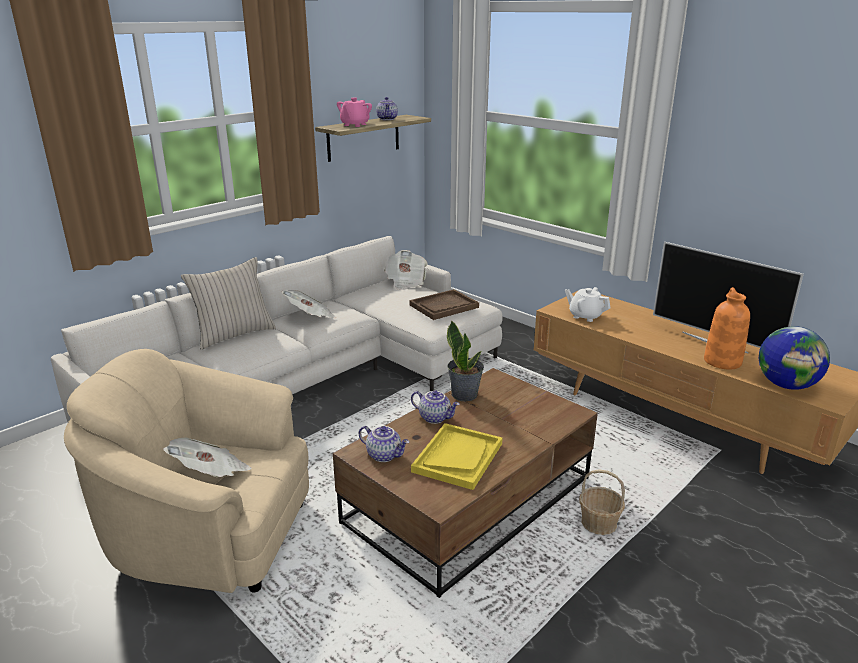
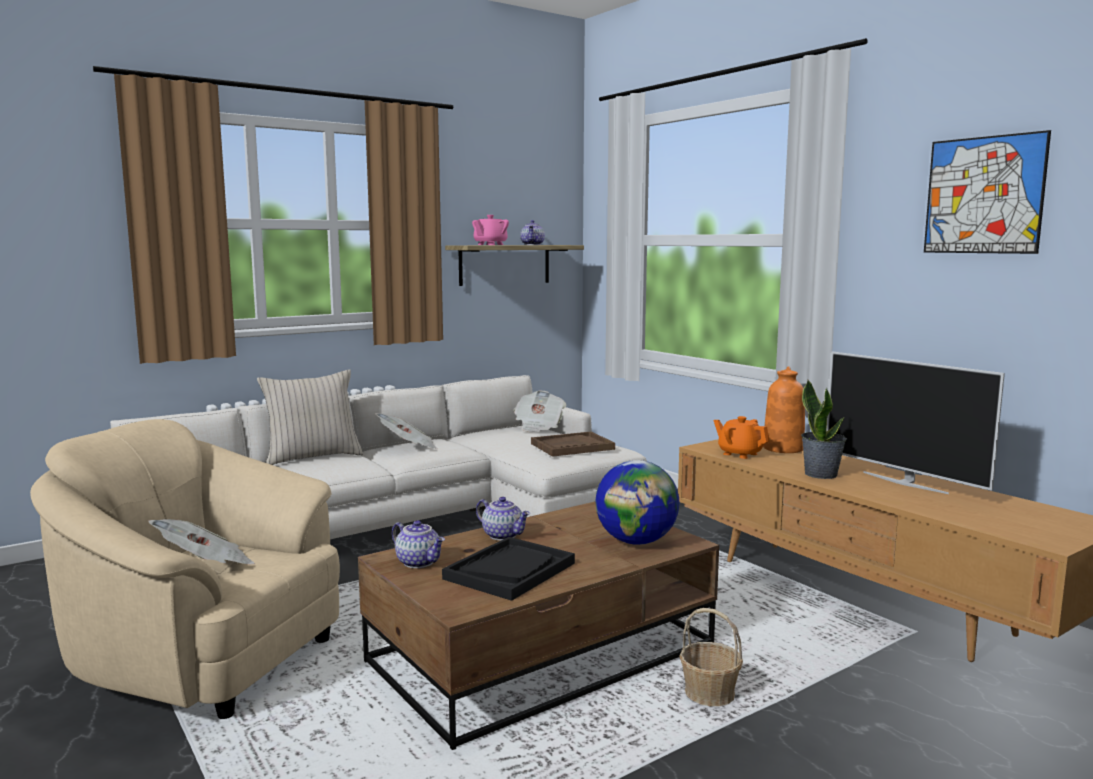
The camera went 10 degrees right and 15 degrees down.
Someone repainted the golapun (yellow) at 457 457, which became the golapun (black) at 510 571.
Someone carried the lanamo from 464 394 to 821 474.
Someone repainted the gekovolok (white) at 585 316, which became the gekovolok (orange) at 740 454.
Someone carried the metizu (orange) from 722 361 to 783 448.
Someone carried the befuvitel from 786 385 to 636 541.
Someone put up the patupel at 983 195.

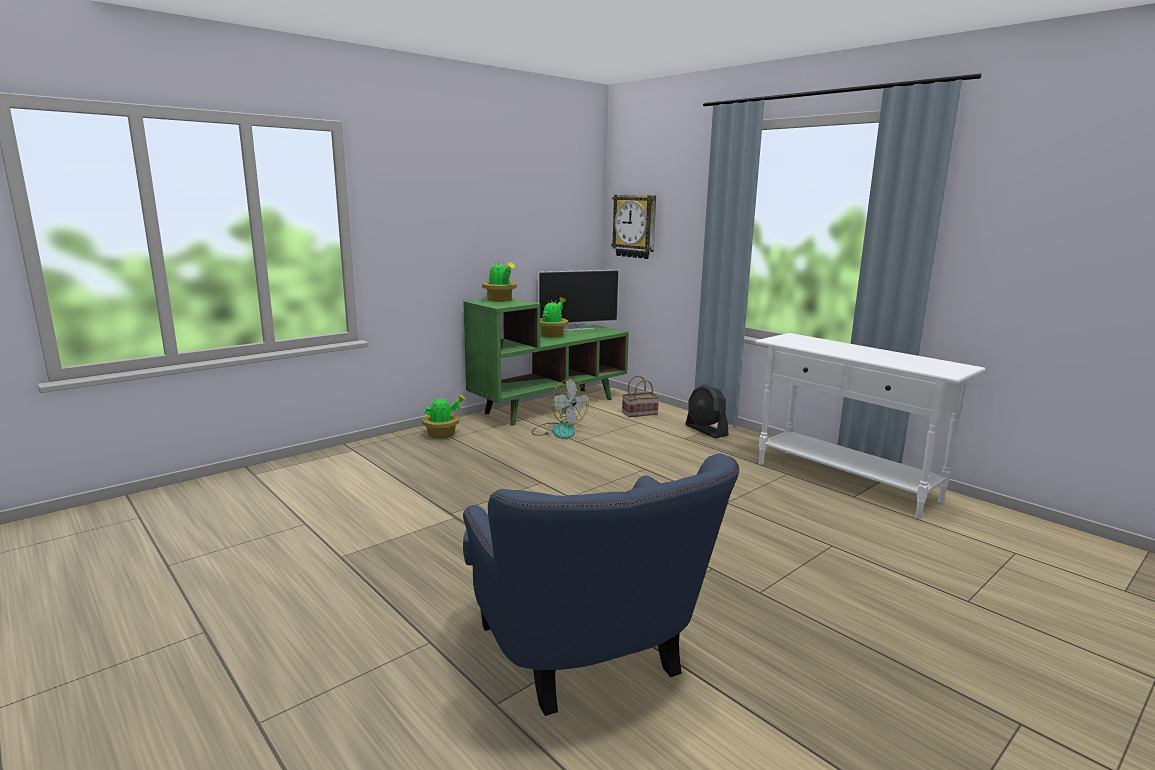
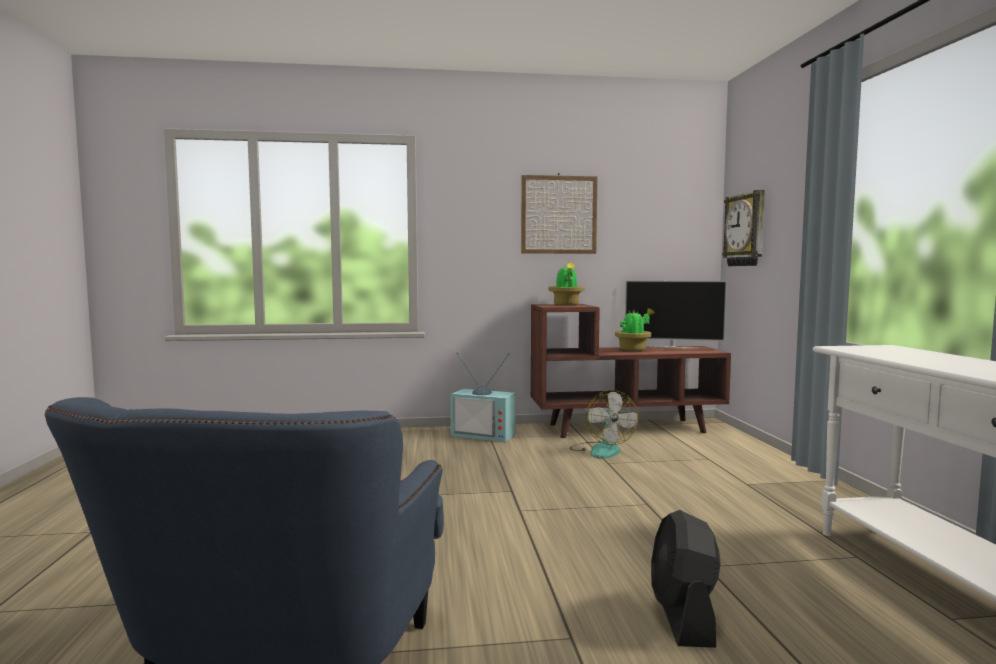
The camera went 35 degrees right and 10 degrees down.
Someone swapped the lanamo at 443 435 for the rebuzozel at 485 434.
Someone repainted the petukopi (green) at 550 405, which became the petukopi (brown) at 627 428.
Someone took away the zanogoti at 640 413.
Someone carried the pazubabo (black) from 706 430 to 683 617.
Someone put up the patupel at 559 213.

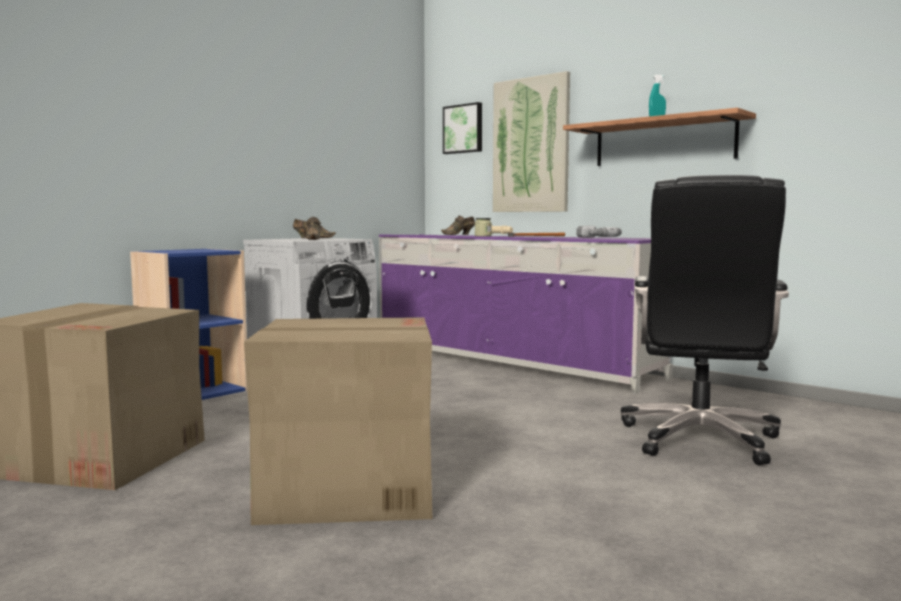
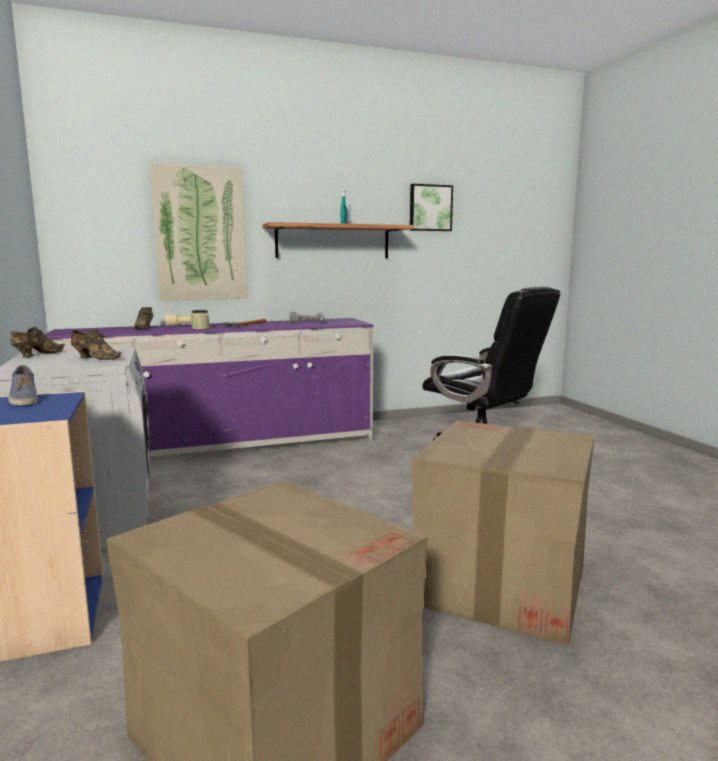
The camera went 60 degrees left and 5 degrees up.
Someone carried the patupel from 463 129 to 430 208.
Someone put down the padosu at 23 399.

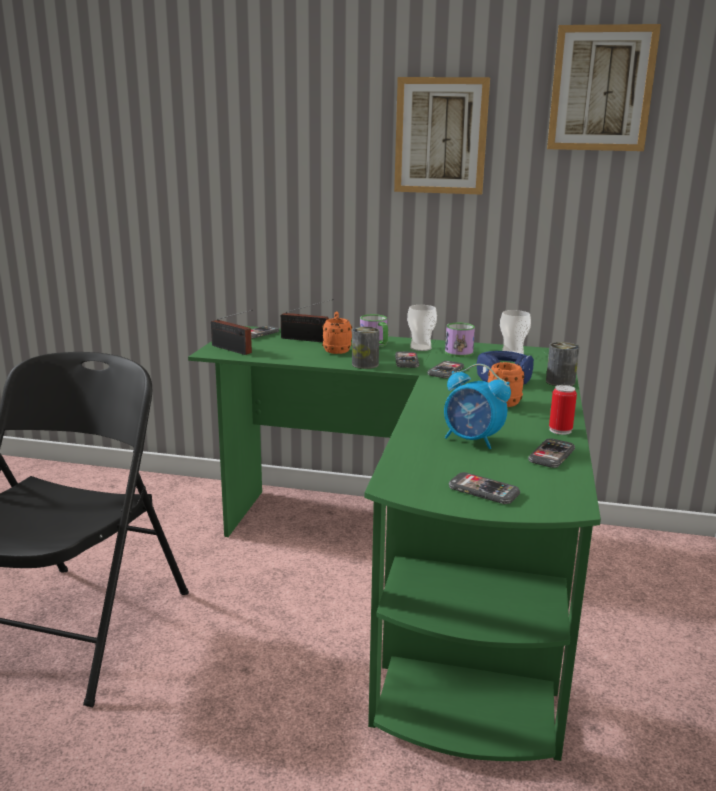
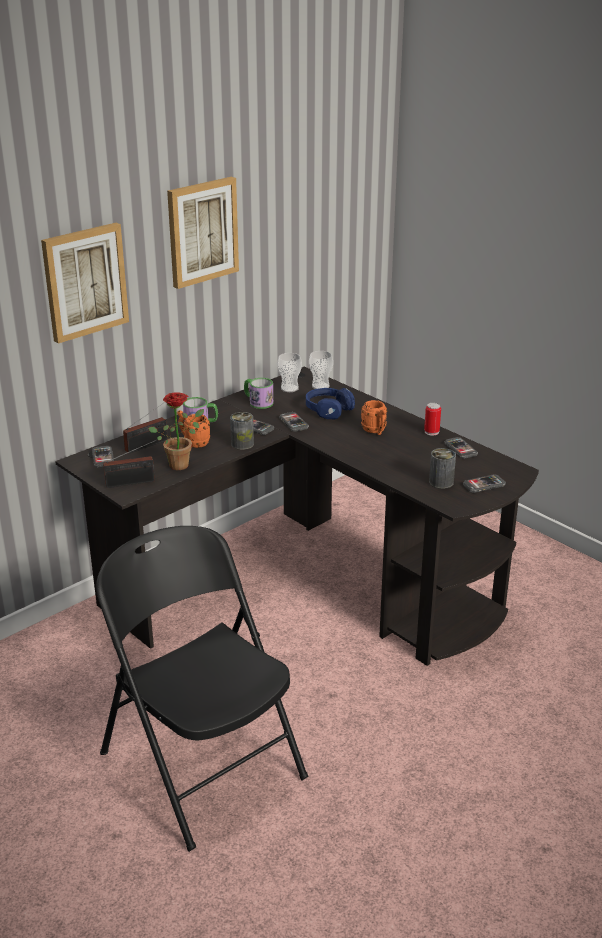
The camera went 55 degrees left and 10 degrees up.
Someone repainted the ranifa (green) at 415 576, which became the ranifa (black) at 304 583.
Someone carried the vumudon from 420 348 to 320 386.
Someone took away the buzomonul at 472 441.
Someone carried the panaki from 560 382 to 441 482.
Someone carried the patupel from 601 89 to 84 281.
Someone put down the lanamo at 181 463.

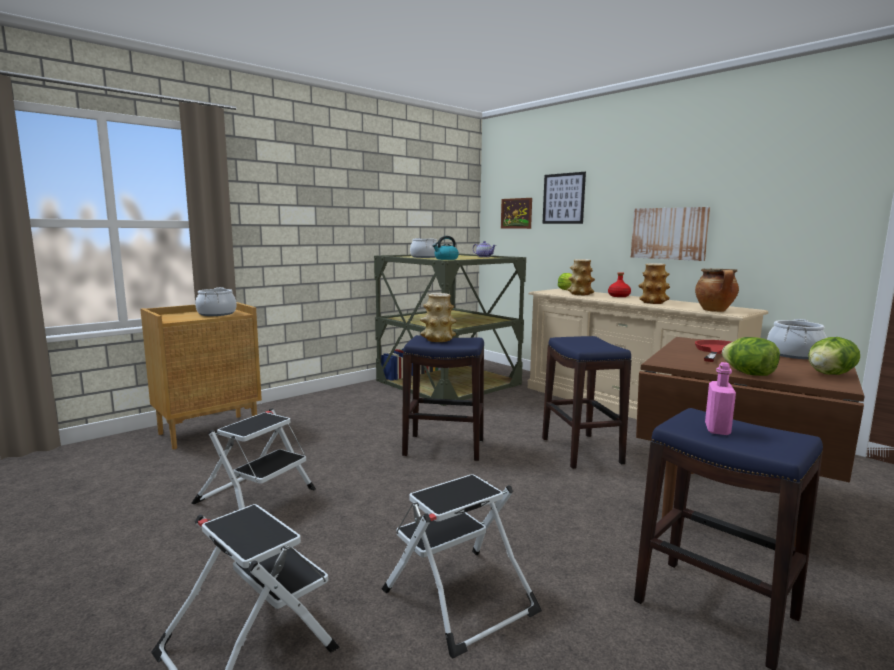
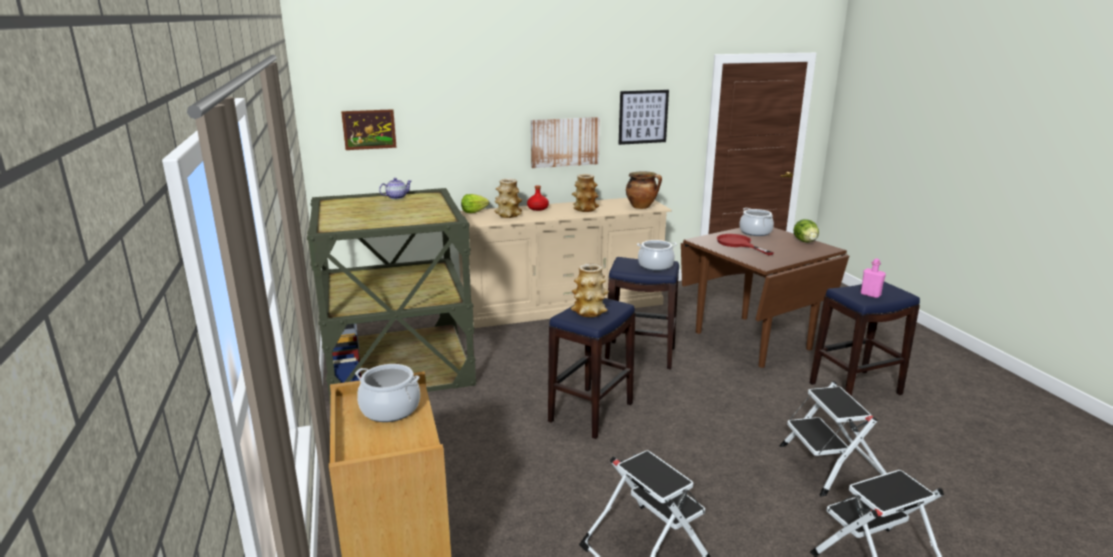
The camera went 65 degrees left and 10 degrees up.
Someone carried the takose from 424 257 to 655 266.
Someone took away the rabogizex at 446 259.
Someone carried the patupel from 563 198 to 643 117.
Someone took away the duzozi at 749 374.

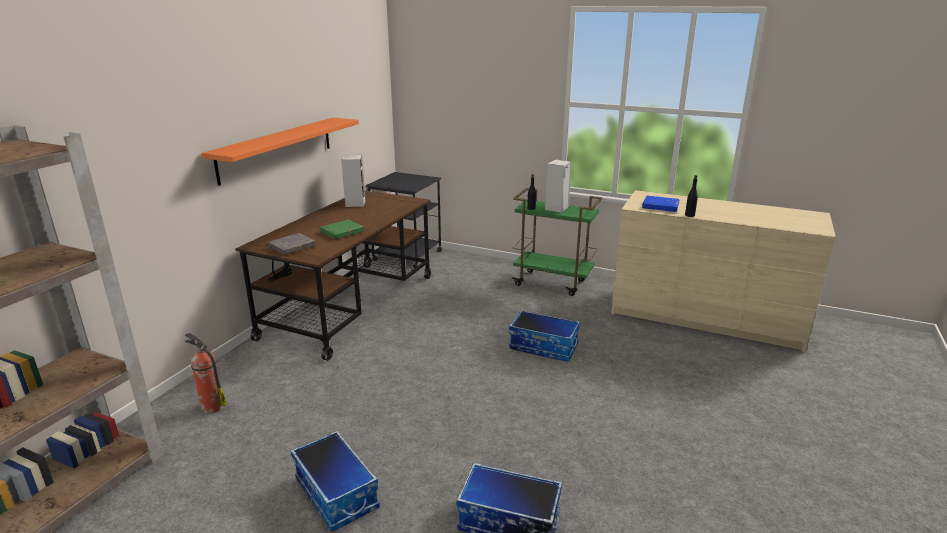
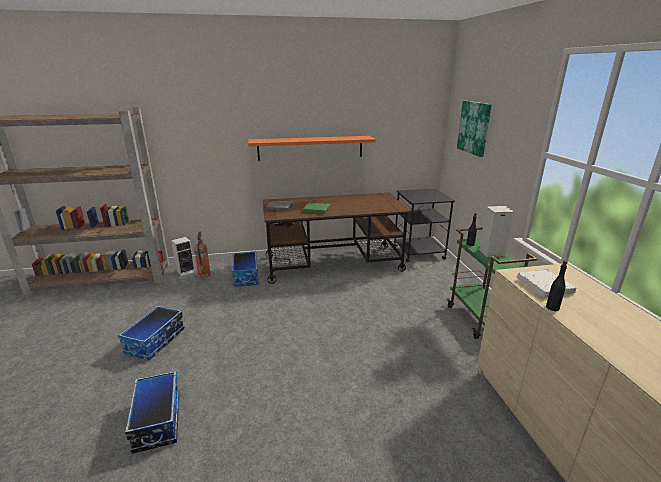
The camera went 55 degrees right and 0 degrees up.
Someone carried the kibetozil from 355 203 to 186 271.
Someone carried the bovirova from 544 347 to 246 276.
Someone repainted the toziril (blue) at 660 206, which became the toziril (white) at 544 286.
Someone put up the patupel at 474 128.

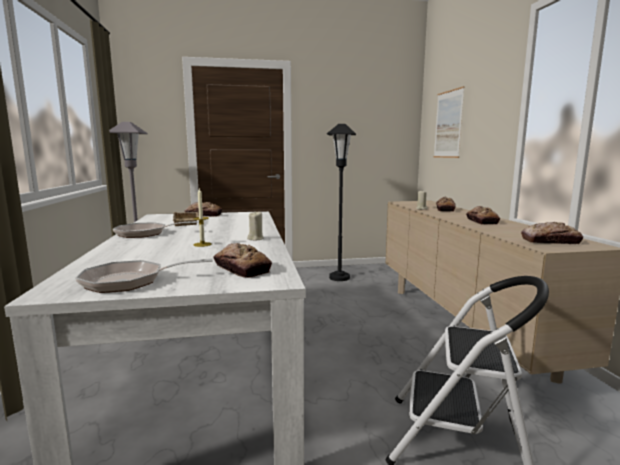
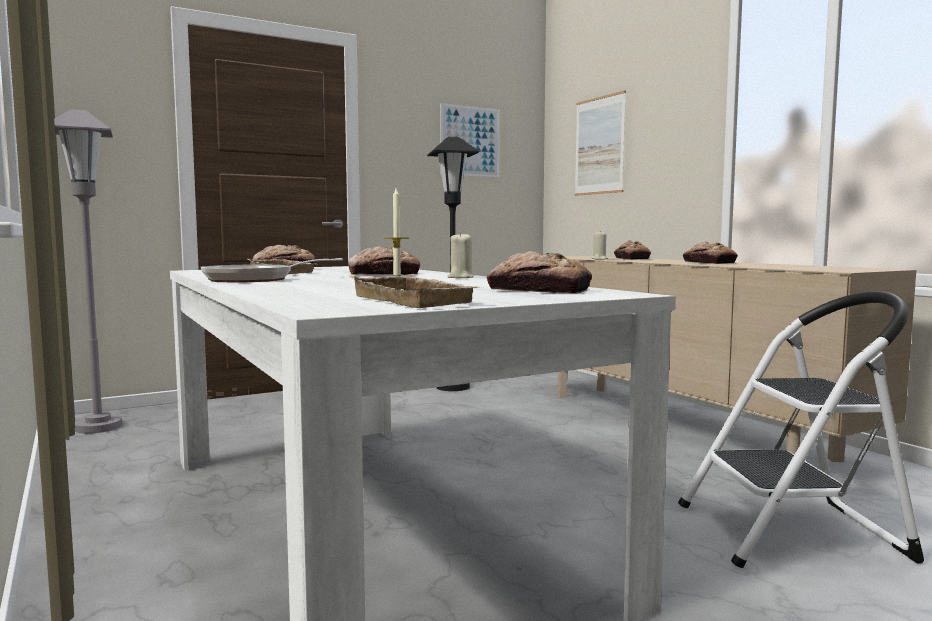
The camera went 20 degrees left and 5 degrees down.
Someone swapped the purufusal at 130 281 for the golapun (beige) at 417 301.
Someone carried the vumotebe from 550 241 to 383 274.
Someone put up the patupel at 470 141.

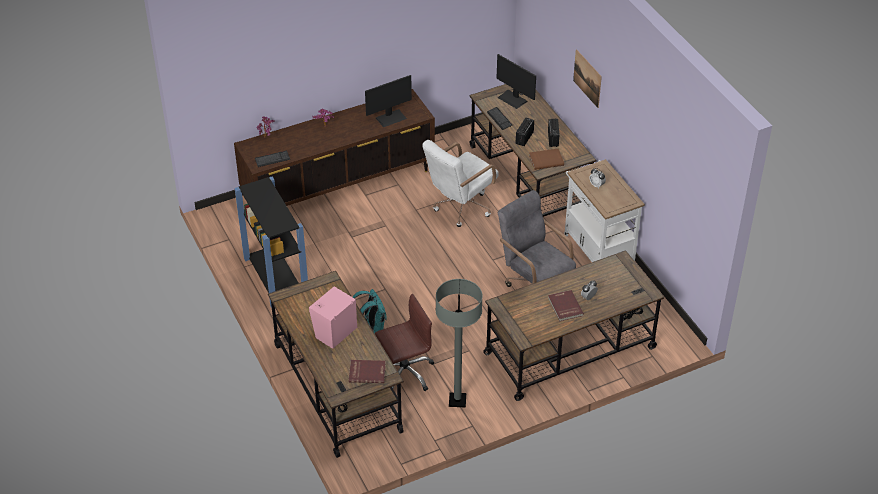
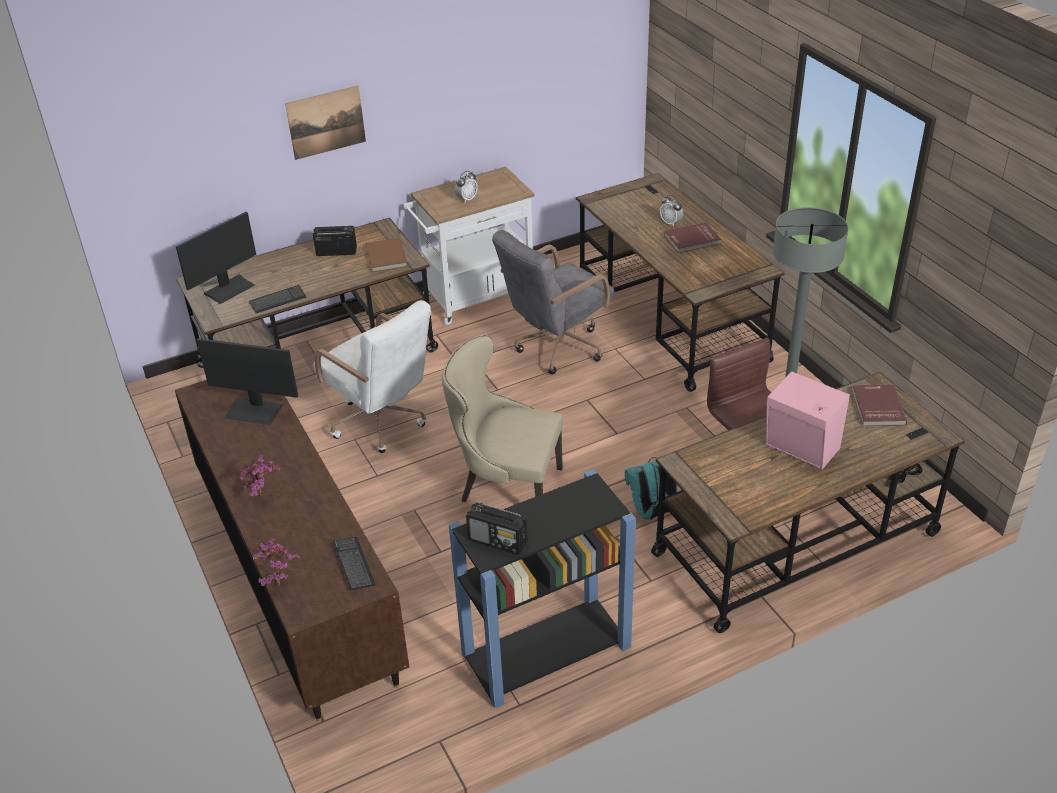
The camera went 90 degrees left and 5 degrees down.
Someone rotated the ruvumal at 391 118 by 135 degrees clockwise.
Someone carried the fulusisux from 524 138 to 498 541.
Someone put down the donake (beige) at 506 487.

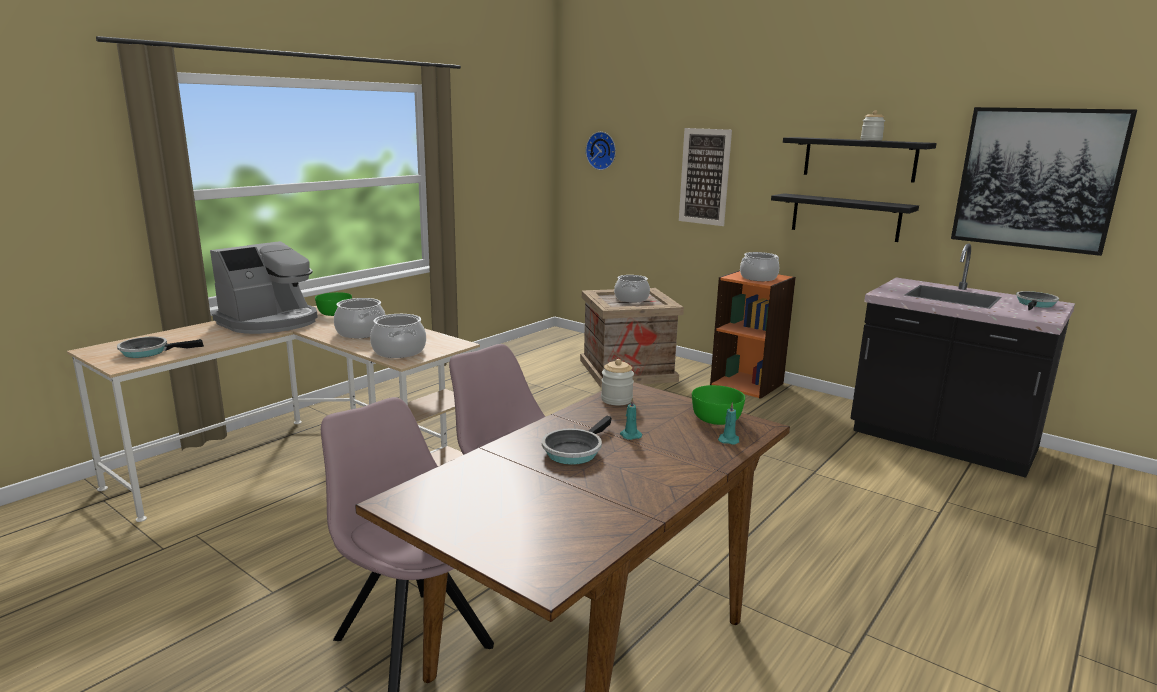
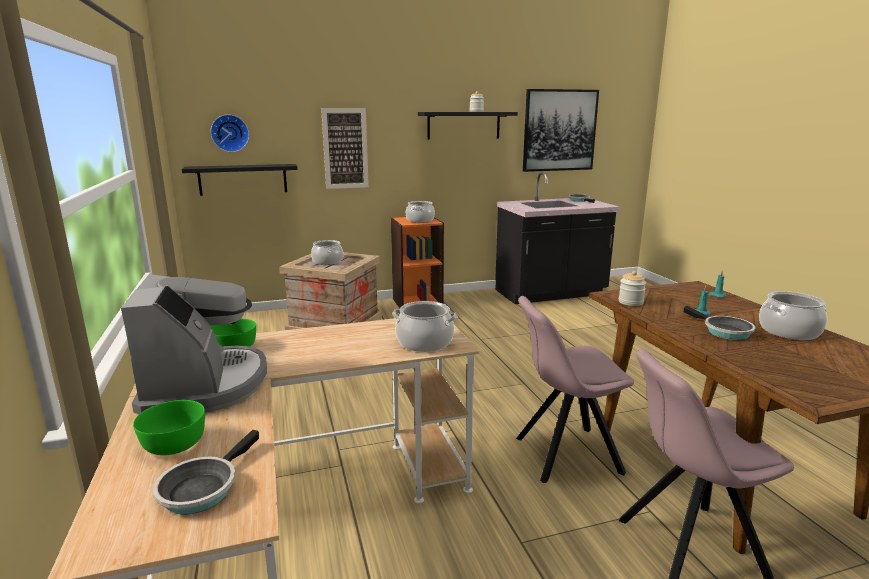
The camera went 55 degrees left and 0 degrees up.
Someone carried the takose from 361 332 to 788 331.
Someone carried the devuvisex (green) from 716 419 to 174 444.
Someone carried the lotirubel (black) from 845 217 to 243 179.

